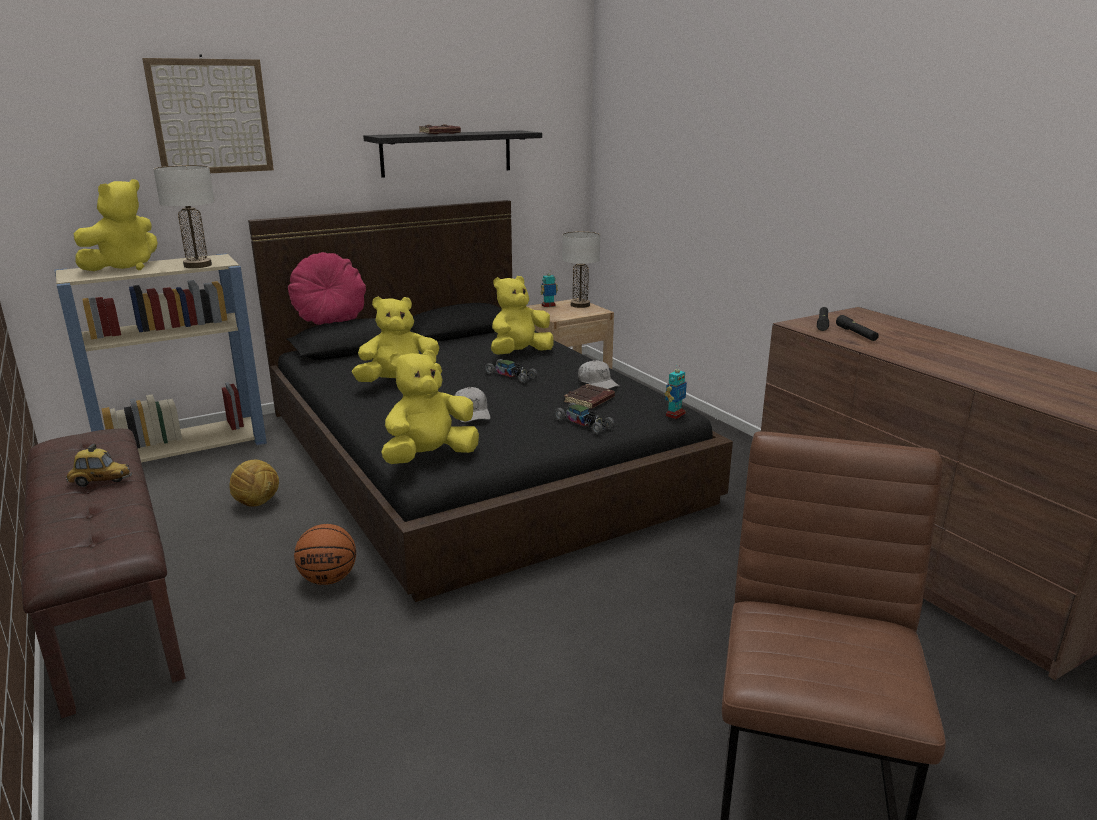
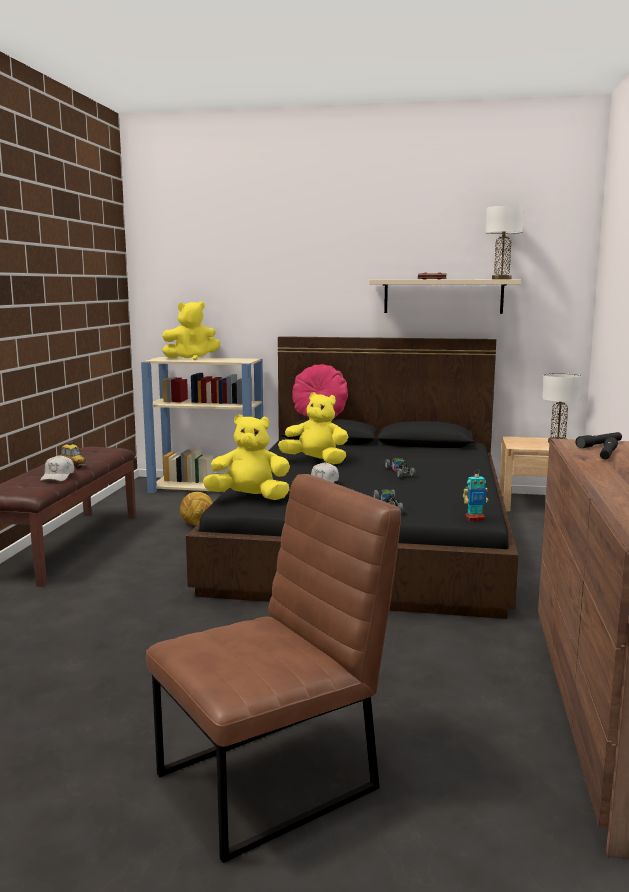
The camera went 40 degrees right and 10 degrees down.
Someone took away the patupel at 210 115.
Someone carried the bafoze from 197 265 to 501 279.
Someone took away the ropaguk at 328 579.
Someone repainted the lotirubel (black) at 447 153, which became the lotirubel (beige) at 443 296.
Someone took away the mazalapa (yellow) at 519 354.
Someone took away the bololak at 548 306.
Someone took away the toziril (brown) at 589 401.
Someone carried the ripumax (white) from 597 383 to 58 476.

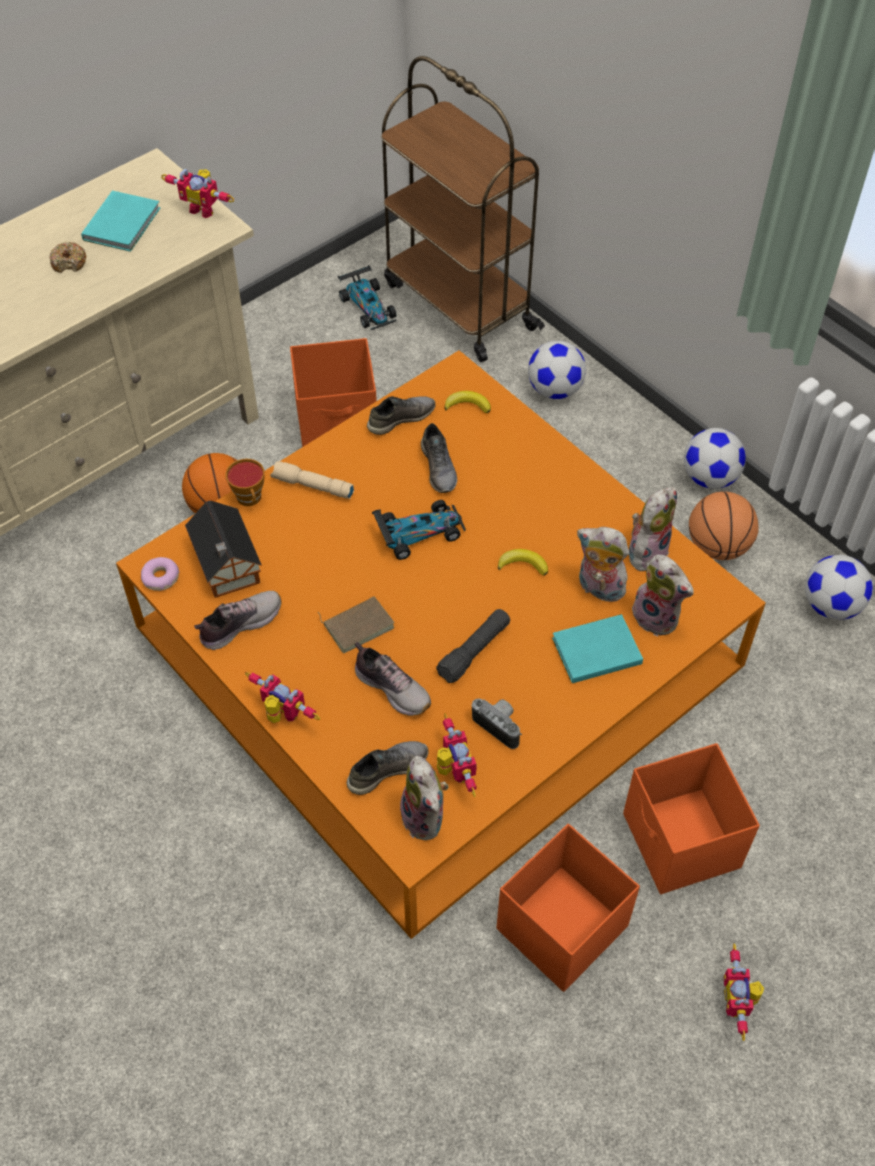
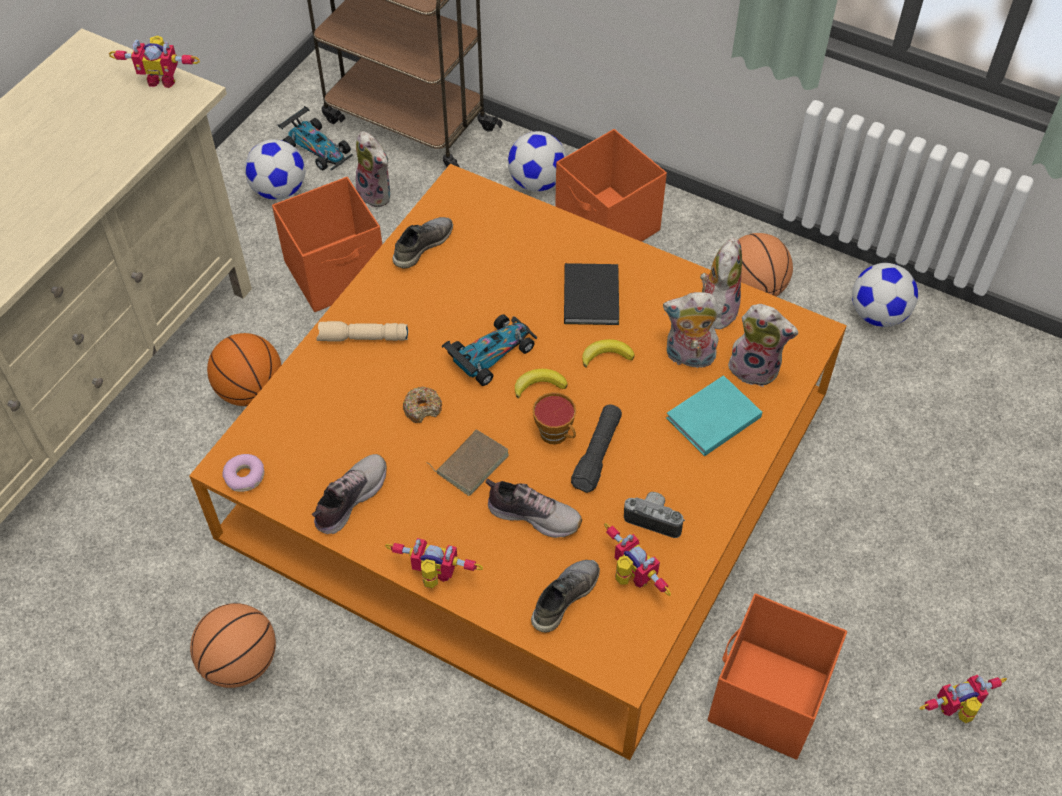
The camera went 20 degrees left and 0 degrees up.
Someone carried the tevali from 69 262 to 422 408.
Someone took away the toziril (turquoise) at 124 223.
Someone took away the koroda at 226 566.
Someone carried the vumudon from 250 499 to 556 435.
Someone carried the mazalapa from 426 818 to 377 194.
Someone took away the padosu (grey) at 439 467.
Someone carried the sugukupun from 467 405 to 539 385.
Someone carried the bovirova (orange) from 681 843 to 607 227.
Someone carried the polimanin from 710 477 to 279 190.
Someone rotated the bololak at 738 1002 by 90 degrees clockwise.
Someone put down the ropaguk at 240 663.
Someone put down the toziril (black) at 592 295.

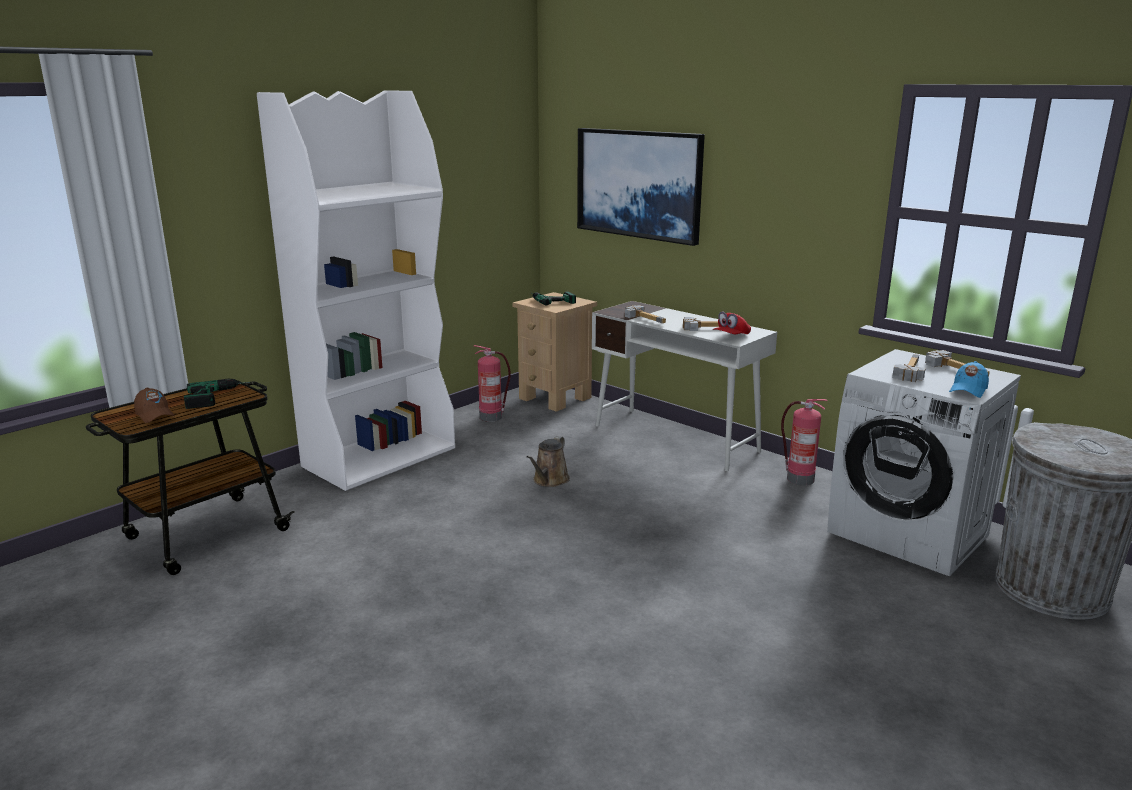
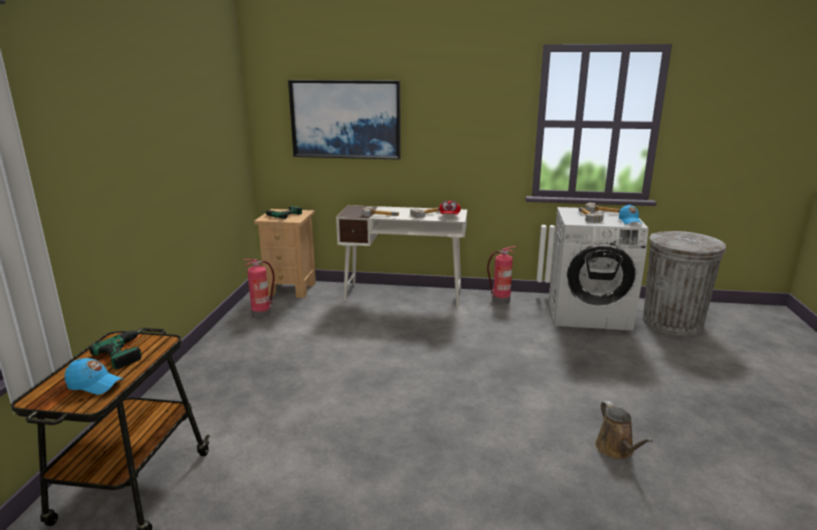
The camera went 35 degrees left and 0 degrees up.
Someone repainted the ripumax (brown) at 154 415, which became the ripumax (blue) at 94 384.
Someone took away the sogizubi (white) at 380 457.
Someone carried the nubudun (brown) from 549 481 to 616 450.

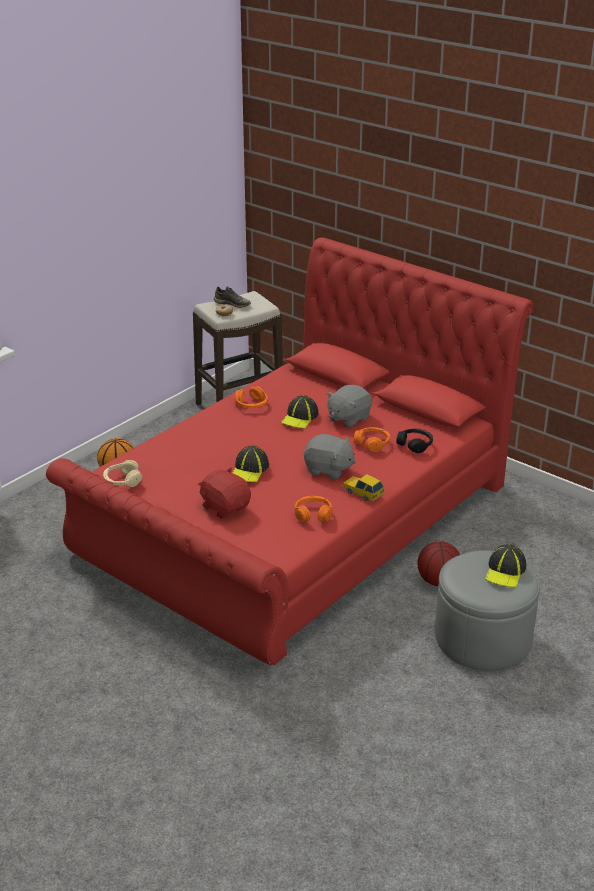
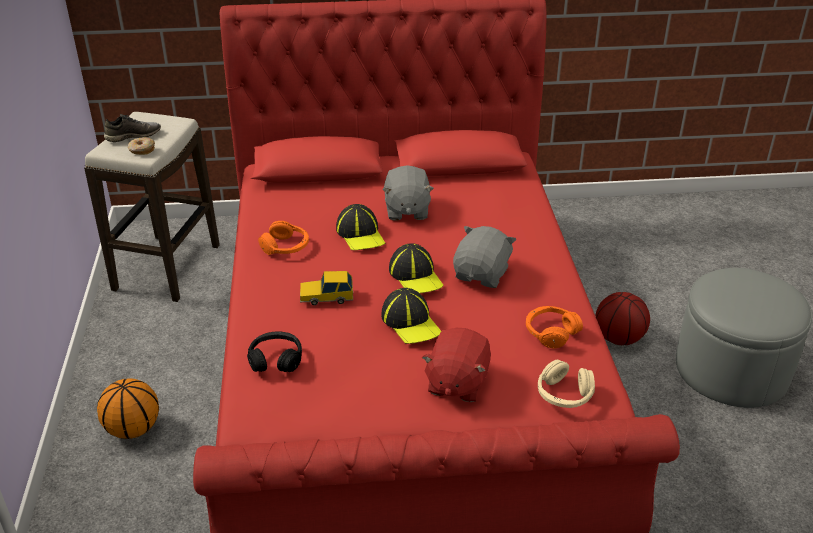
The camera went 45 degrees left and 5 degrees up.
Someone carried the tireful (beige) from 122 480 to 564 394.
Someone rotated the mazalapa (red) at 225 507 by 75 degrees counterclockwise.
Someone rotated the mazalapa (grey) at 328 470 by 45 degrees counterclockwise.
Someone carried the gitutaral from 362 492 to 326 296.
Someone took away the tireful (orange) at 372 443.
Someone carried the tireful (black) from 415 445 to 276 359.
Someone carried the ripumax from 505 571 to 416 275.

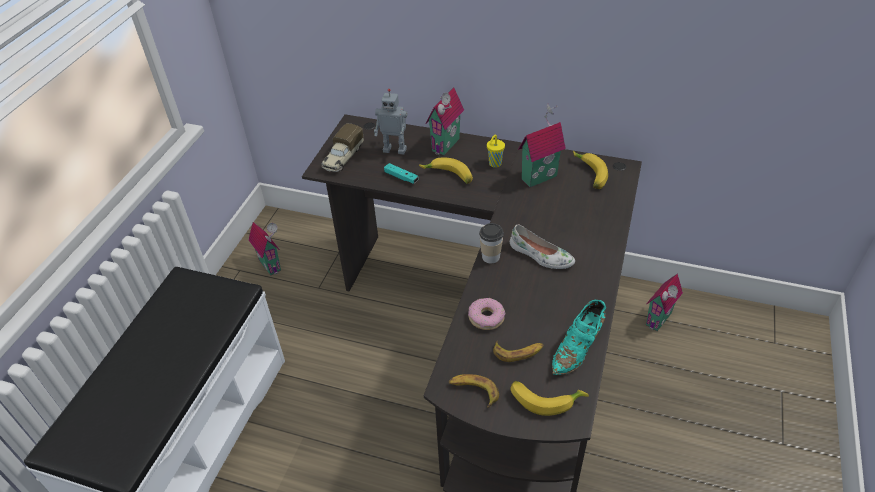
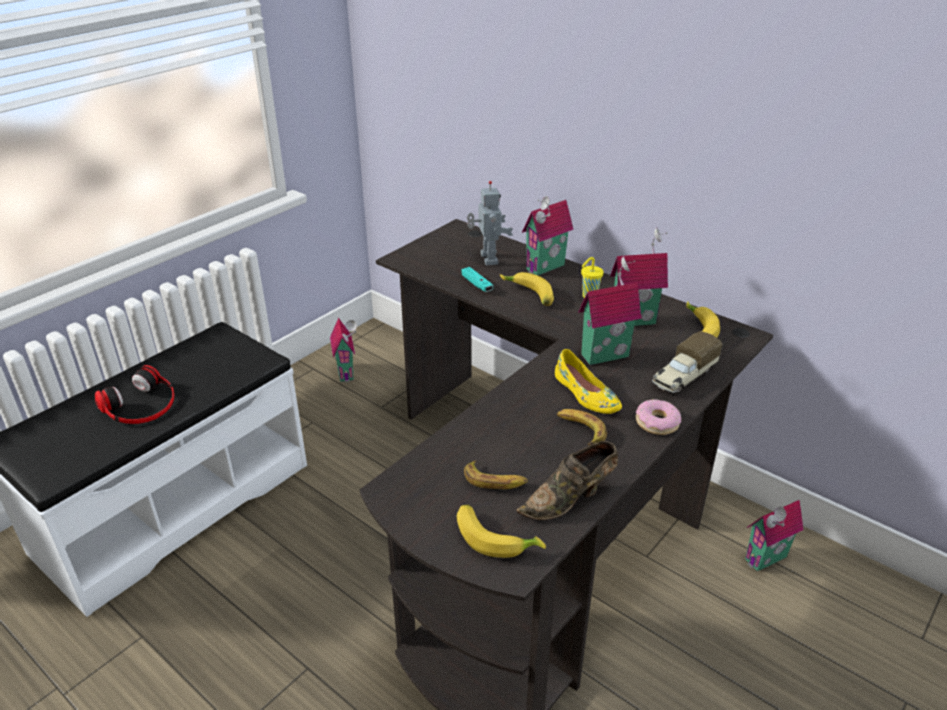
The camera went 20 degrees right and 10 degrees down.
Someone carried the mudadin from 342 158 to 683 377.
Someone rotated the bololak at 395 149 by 135 degrees counterclockwise.
Someone carried the sugukupun from 473 391 to 580 430.
Someone carried the tevali from 486 318 to 657 423.
Someone took away the vumudon at 490 256.
Someone repainted the padosu (white) at 540 256, which became the padosu (yellow) at 585 394.
Someone repainted the padosu (turquoise) at 578 348, which became the padosu (brown) at 570 499.
Someone put down the tireful at 141 405.
Someone put down the koroda at 604 353.

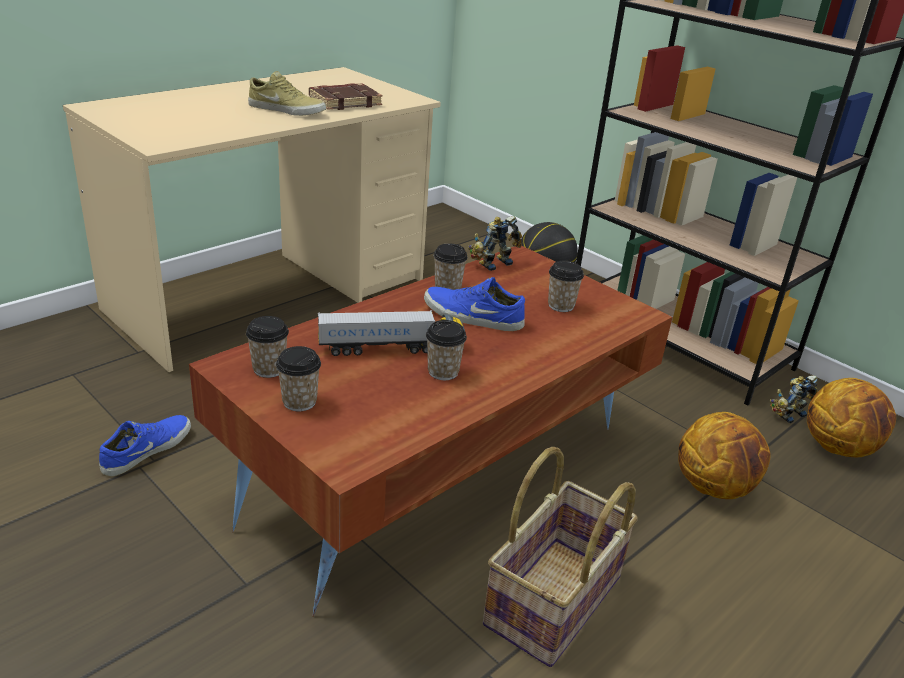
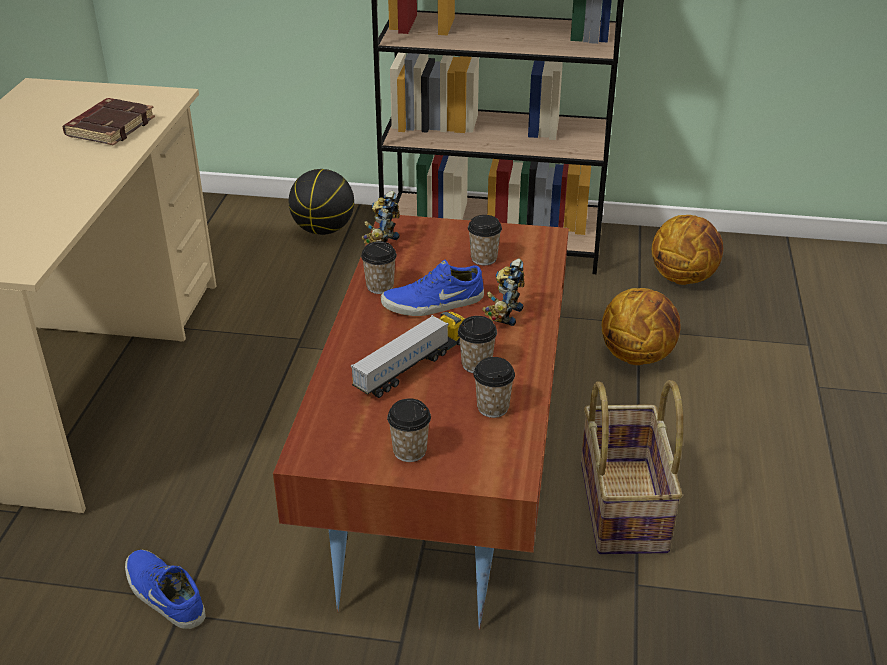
The camera went 35 degrees left and 5 degrees up.
Someone rotated the padosu (blue) at 146 449 by 45 degrees counterclockwise.
Someone carried the vumudon from 269 369 to 493 408.
Someone took away the padosu (beige) at 288 110.
Someone carried the bololak from 788 413 to 504 314.

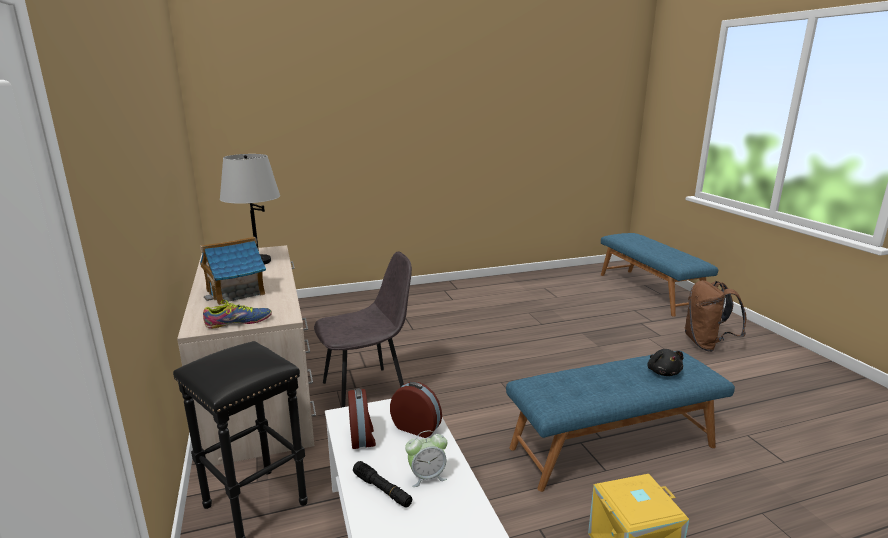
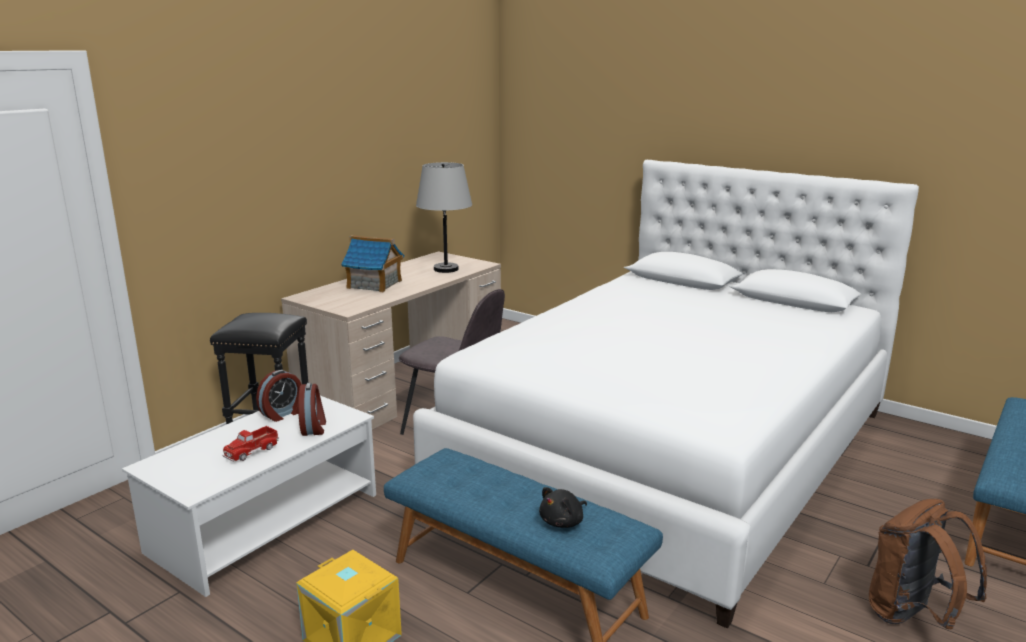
The camera went 55 degrees right and 0 degrees up.
Someone took away the padosu at 238 322.
Someone took away the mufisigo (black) at 382 490.
Someone swapped the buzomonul at 427 476 for the mudadin at 251 451.
Someone put down the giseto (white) at 671 450.

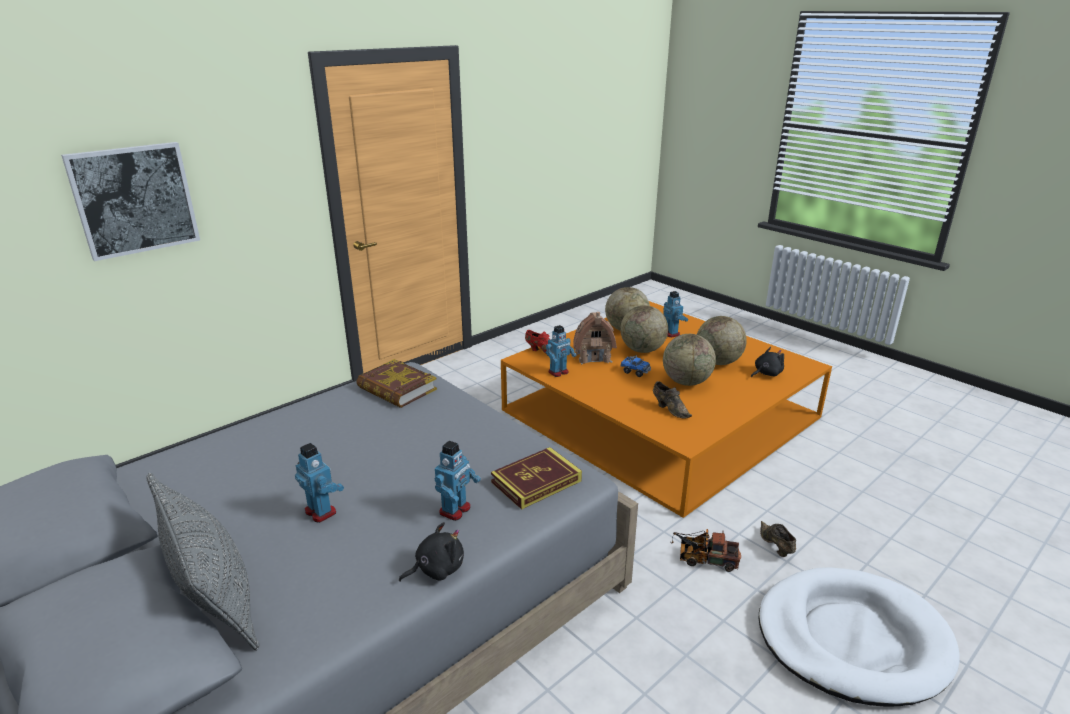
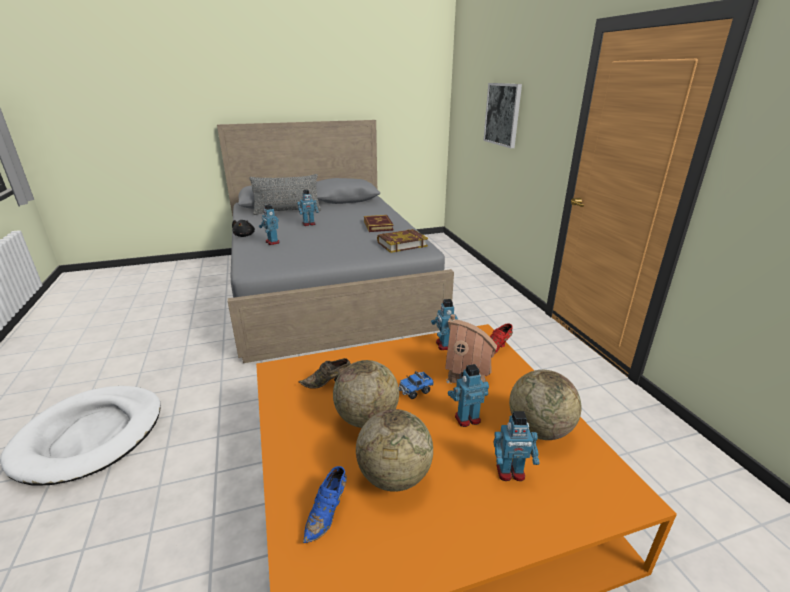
The camera went 115 degrees right and 0 degrees up.
Someone carried the toziril from 536 481 to 378 225.
Someone swapped the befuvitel at 642 350 for the bololak at 467 418.
Someone took away the mudadin at 703 559.
Someone swapped the mazalapa (black) at 766 373 for the padosu (blue) at 327 513.
Someone took away the padosu (brown) at 775 546.

